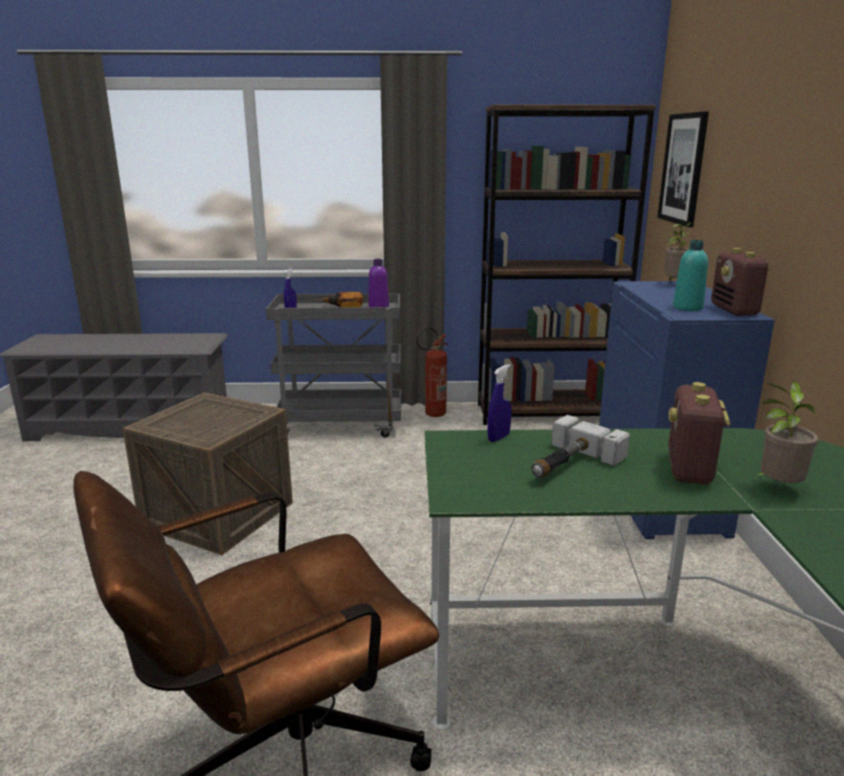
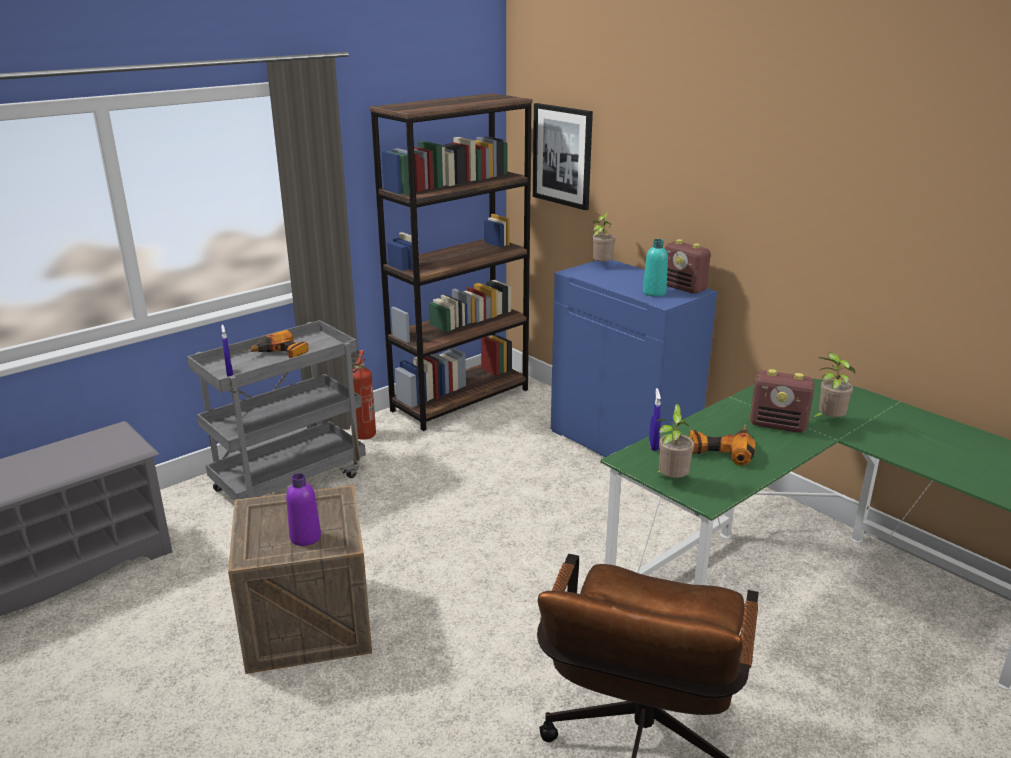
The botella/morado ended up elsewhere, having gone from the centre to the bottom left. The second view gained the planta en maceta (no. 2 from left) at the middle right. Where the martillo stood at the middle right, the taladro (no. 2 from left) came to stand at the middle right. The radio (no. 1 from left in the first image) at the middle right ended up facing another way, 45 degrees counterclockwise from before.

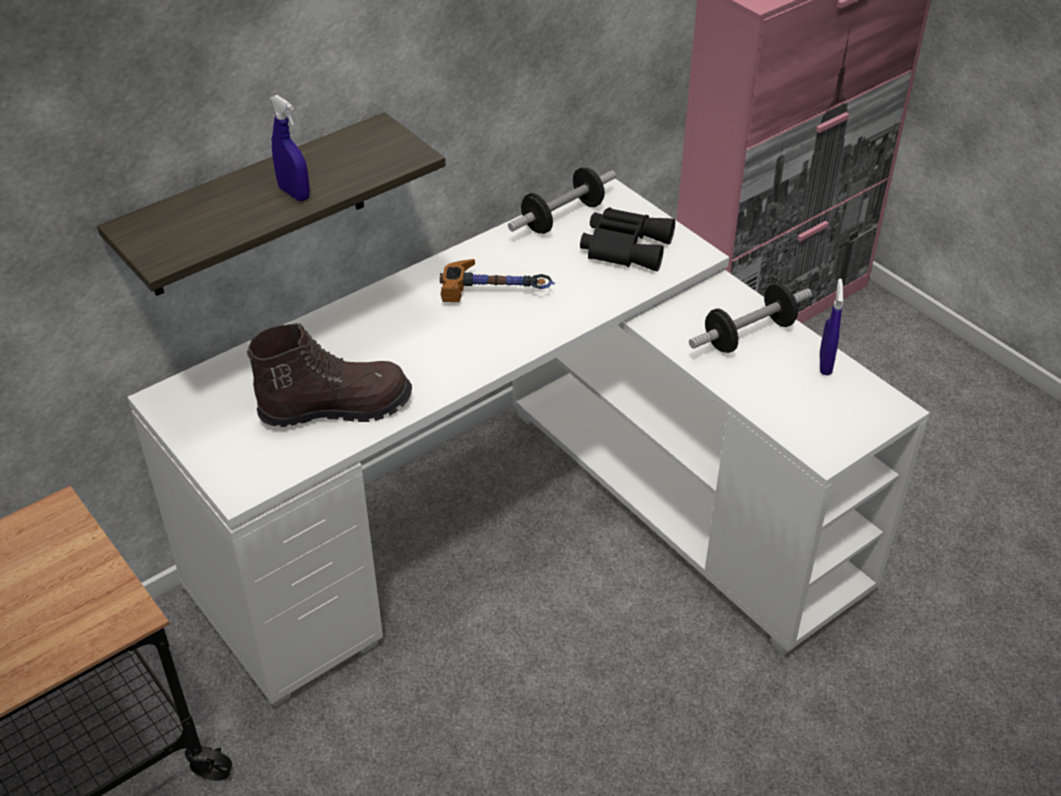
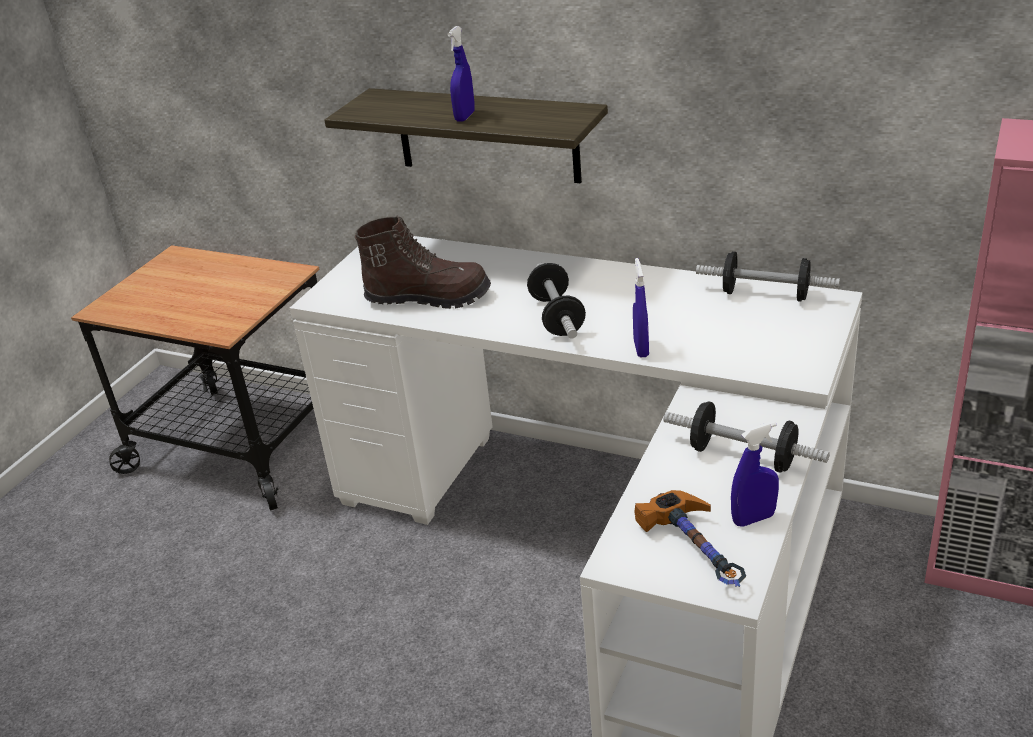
The bota/marrón at the middle left ended up facing another way, 45 degrees counterclockwise from before. The second view gained the mancuerna (no. 1 from left) at the centre. The second view gained the pulverizador/azul (no. 2 from left) at the centre. The martillo ended up elsewhere, having gone from the centre to the bottom right. The second view lost the prismáticos/negro at the top centre.

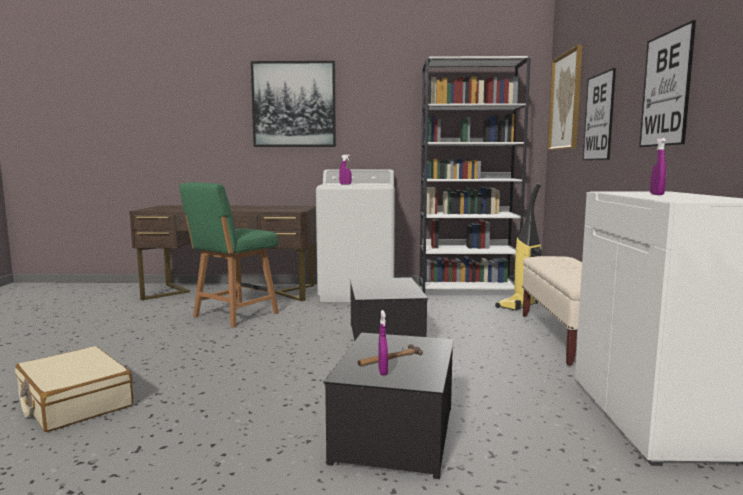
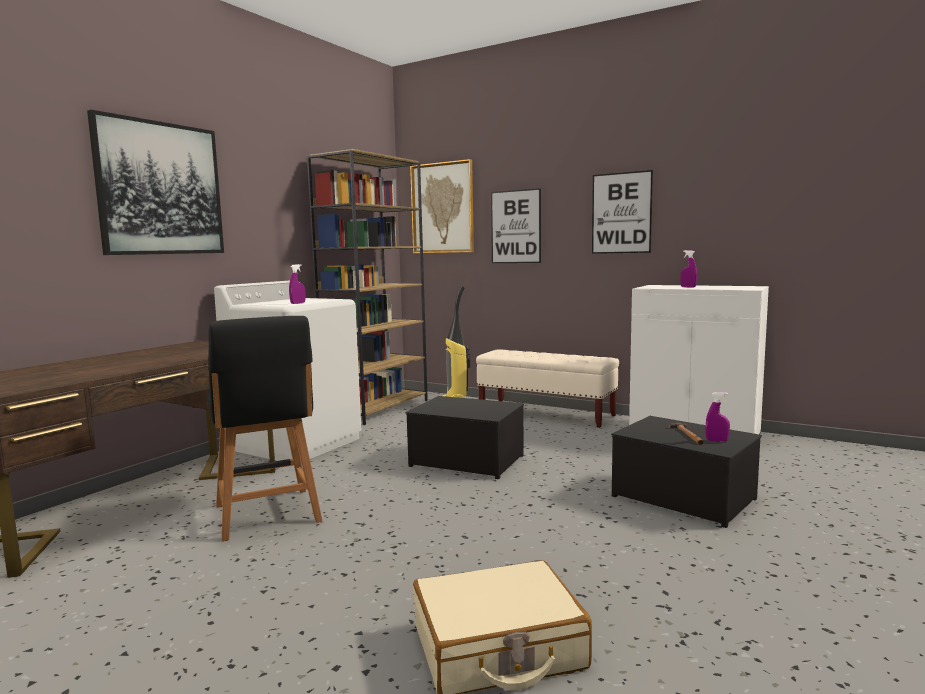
What was the silla/verde at the middle left turned into the silla/negro at the middle left. What was the estantería/blanco at the centre turned into the estantería/marrón at the centre.

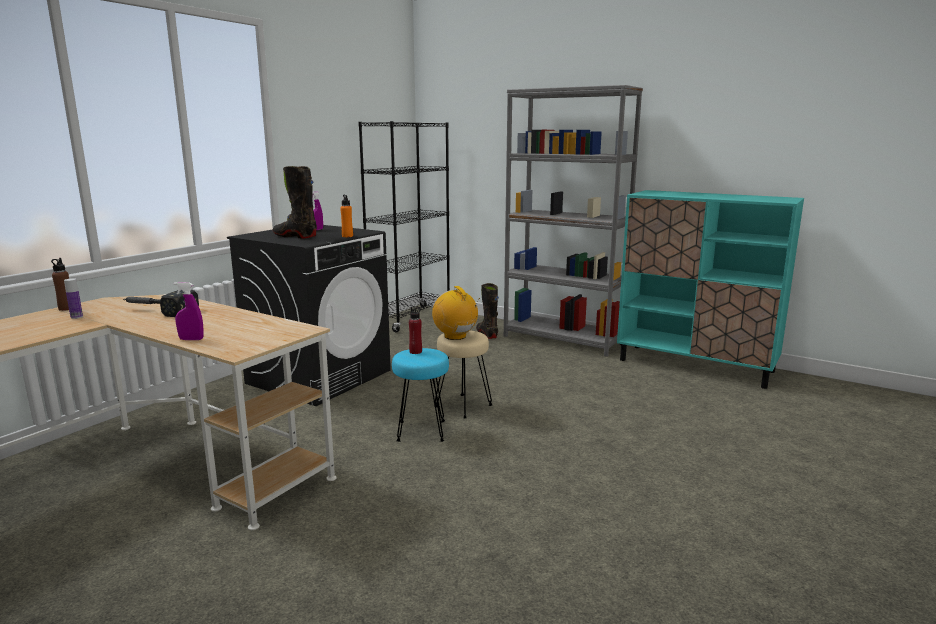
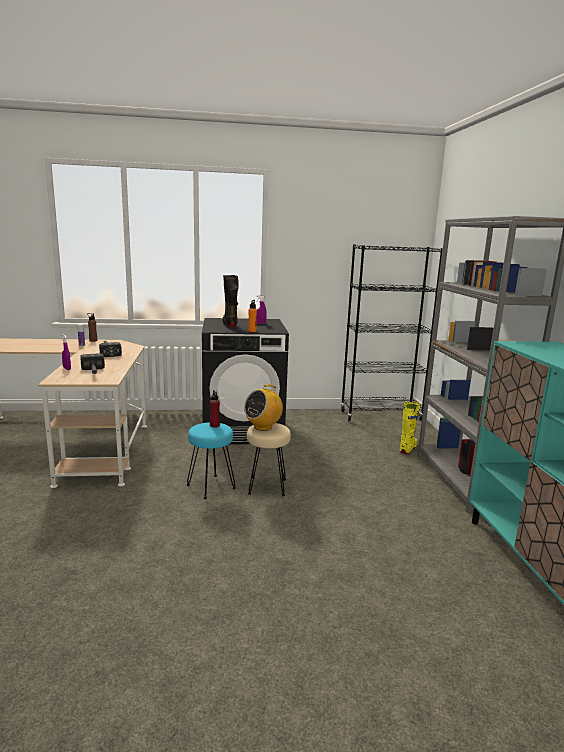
The second view gained the martillo (no. 1 from left) at the middle left. The radio at the centre ended up facing another way, 150 degrees counterclockwise from before. What was the bota/negro (no. 2 from left) at the centre turned into the bota/amarillo at the middle right.

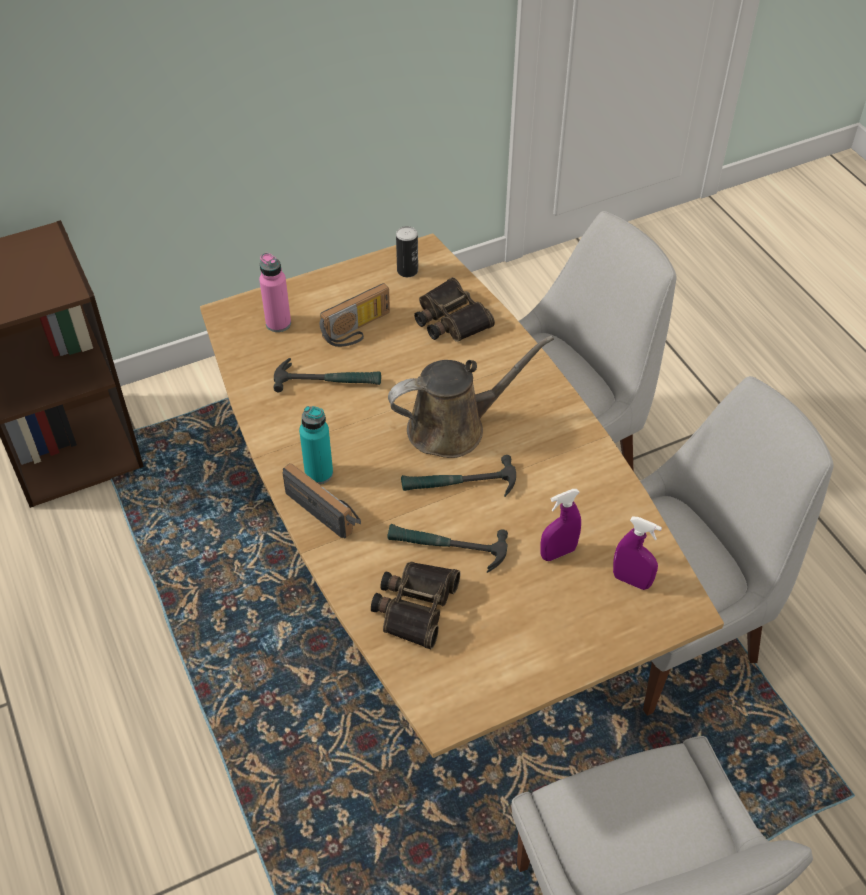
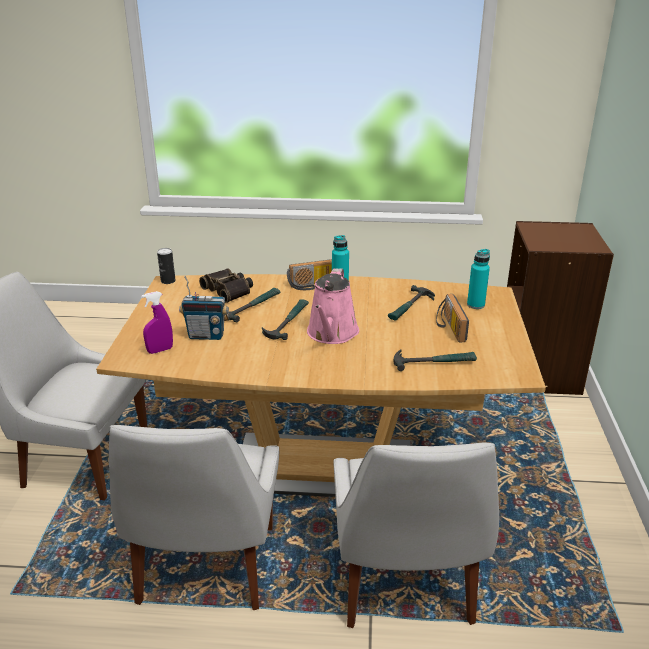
The lata ended up elsewhere, having gone from the top centre to the middle left. Where the pulverizador/morado (no. 1 from left) stood at the centre, the radio (no. 1 from left) came to stand at the middle left. What was the regadera/marrón at the centre turned into the regadera/rosa at the centre. Where the prismáticos (no. 2 from left) stood at the centre, the martillo (no. 4 from left) came to stand at the middle right. What was the botella/rosa at the top left turned into the botella/turquesa (no. 2 from left) at the middle right.

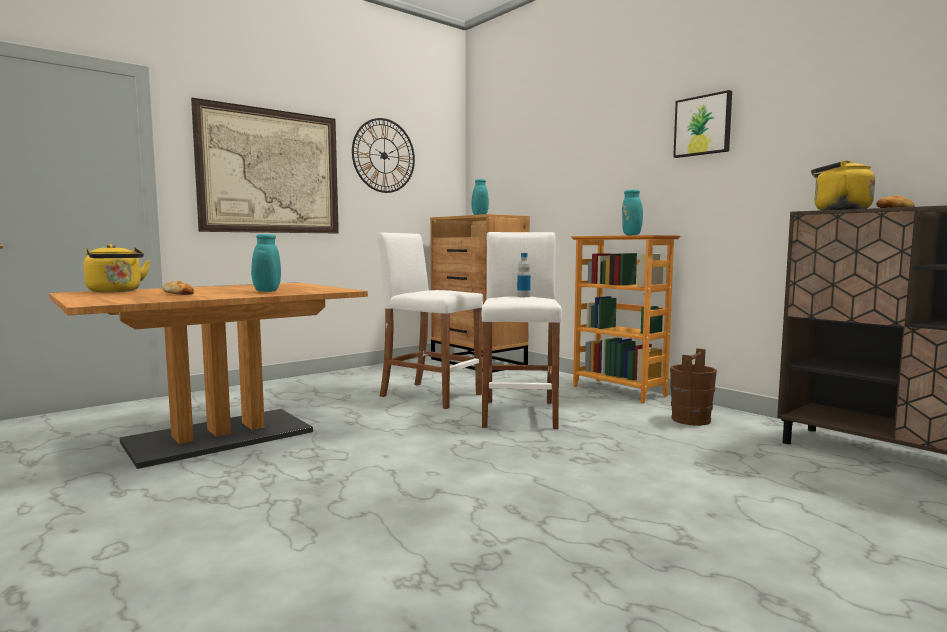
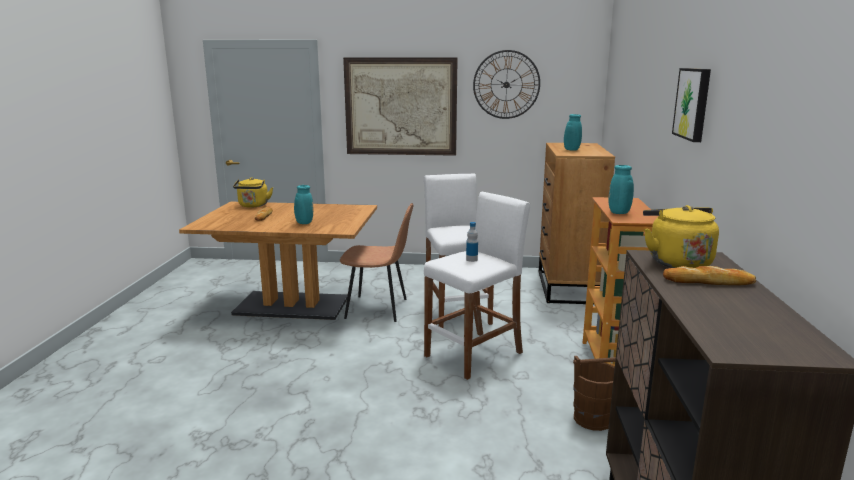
The second view gained the silla/marrón at the centre.

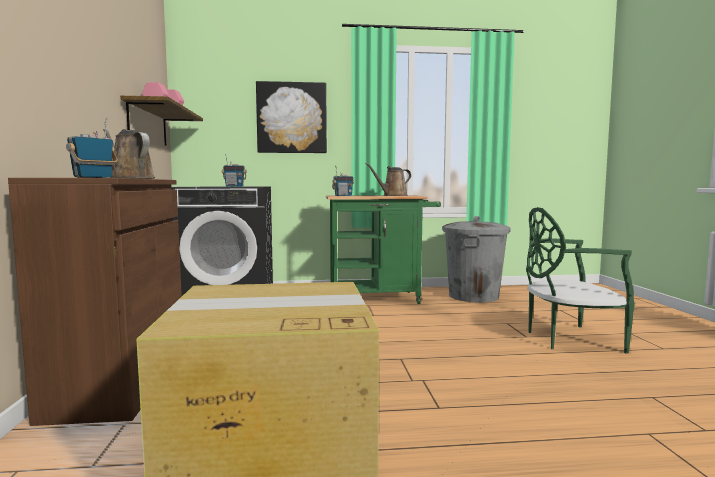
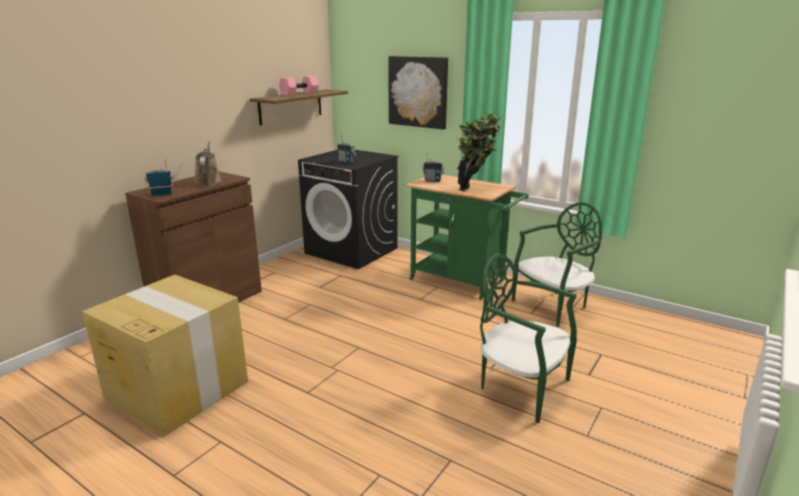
Where the regadera/marrón (no. 2 from left) stood at the centre, the planta en maceta came to stand at the top centre. Where the papelera/gris stood at the centre, the silla/verde (no. 2 from left) came to stand at the middle right.

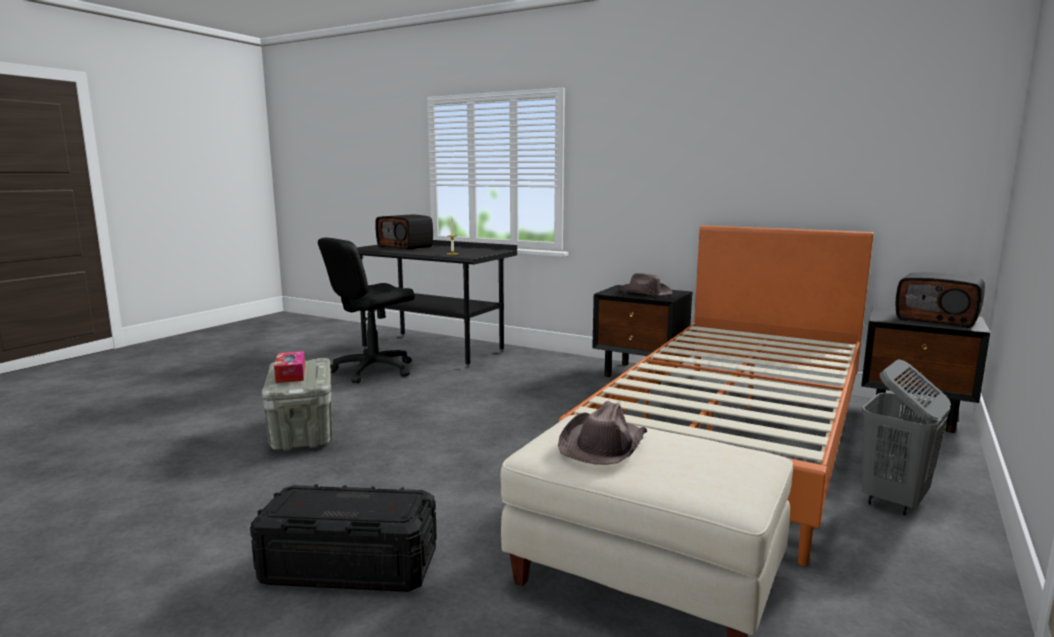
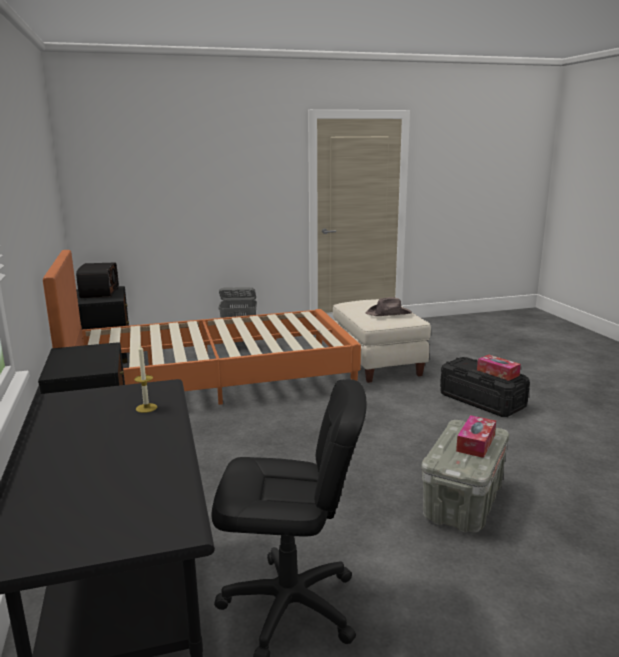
The second view gained the caja de pañuelos (no. 2 from left) at the middle right. The second view lost the radio (no. 1 from left) at the centre. The second view lost the sombrero/marrón (no. 2 from left) at the centre.

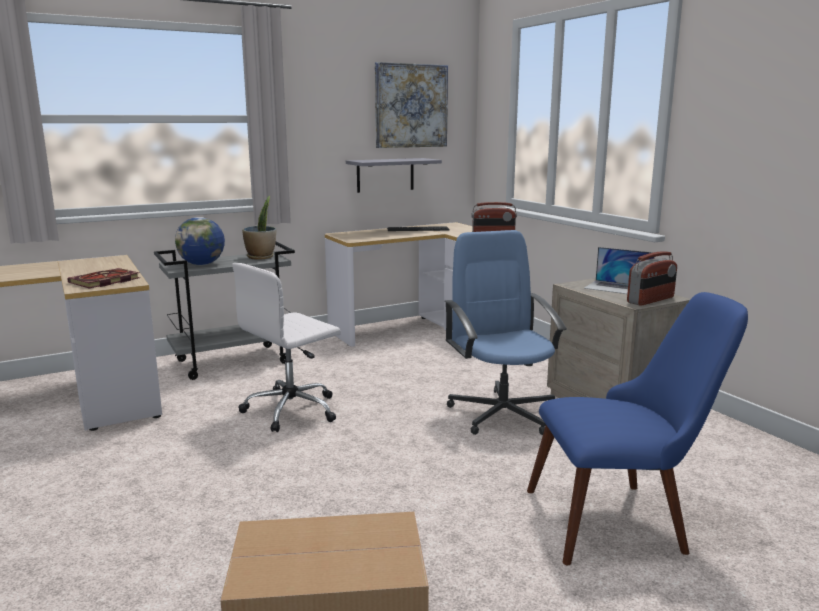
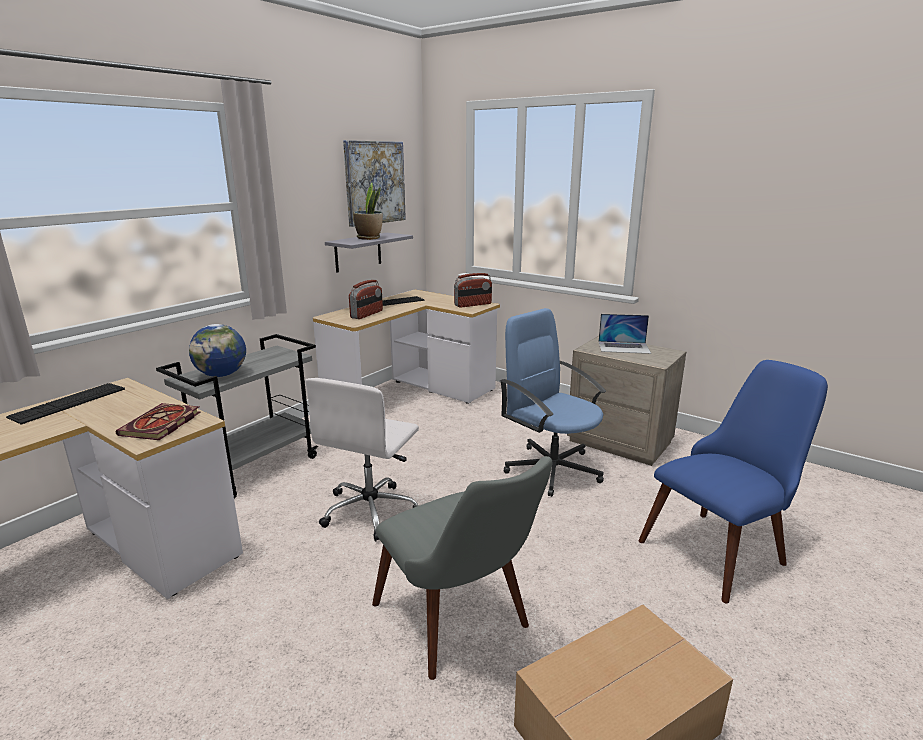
The second view gained the teclado (no. 1 from left) at the middle left. The radio (no. 2 from left in the first image) ended up elsewhere, having gone from the middle right to the centre. The planta en maceta ended up elsewhere, having gone from the middle left to the top centre. The second view gained the silla/gris at the bottom centre.

